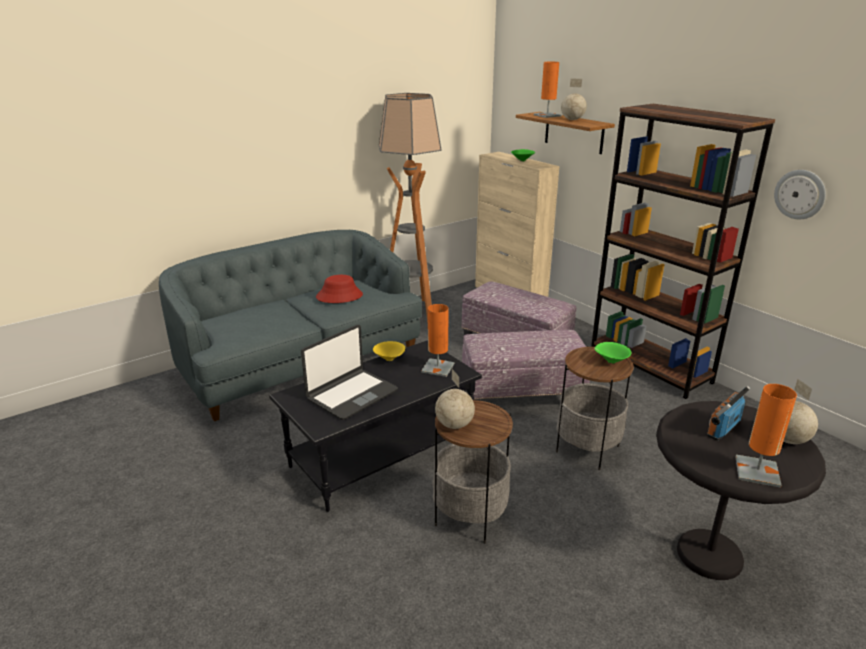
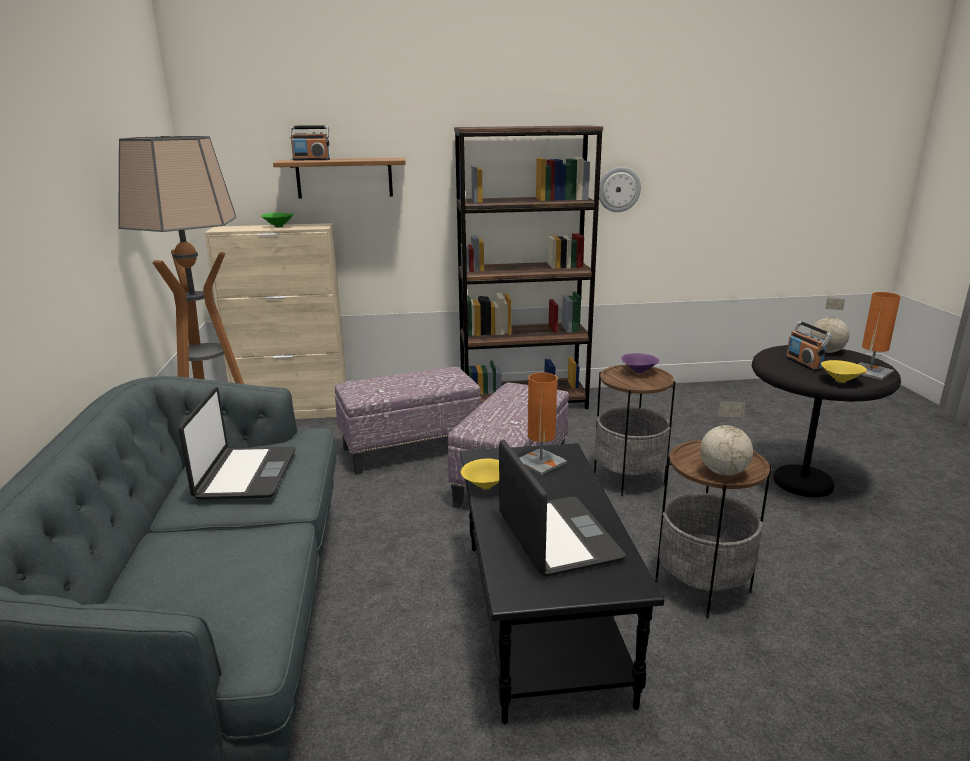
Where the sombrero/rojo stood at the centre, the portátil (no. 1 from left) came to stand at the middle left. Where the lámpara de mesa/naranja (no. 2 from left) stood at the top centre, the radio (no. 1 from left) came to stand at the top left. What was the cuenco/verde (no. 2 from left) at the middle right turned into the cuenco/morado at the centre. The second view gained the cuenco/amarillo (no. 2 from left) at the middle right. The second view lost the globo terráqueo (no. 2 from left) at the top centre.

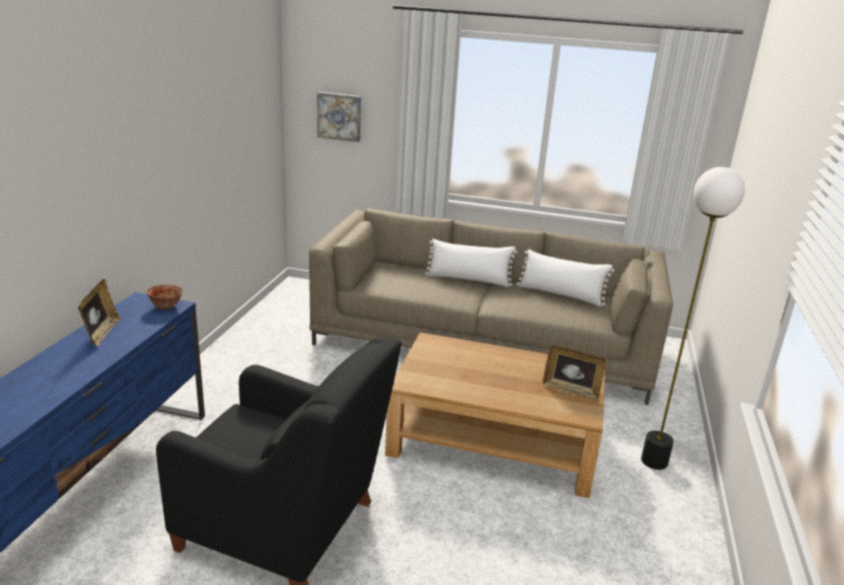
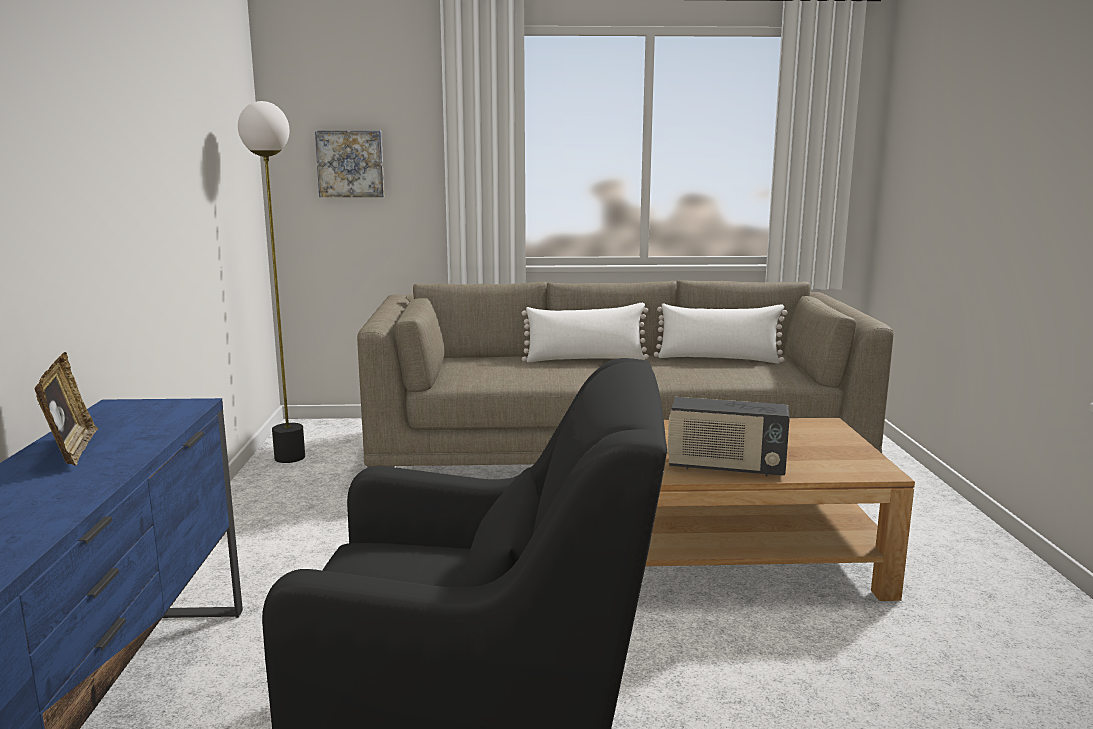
The lámpara de pie ended up elsewhere, having gone from the middle right to the middle left. The second view gained the radio at the centre. The second view lost the cuenco at the middle left. The second view lost the portarretratos (no. 2 from left) at the middle right.

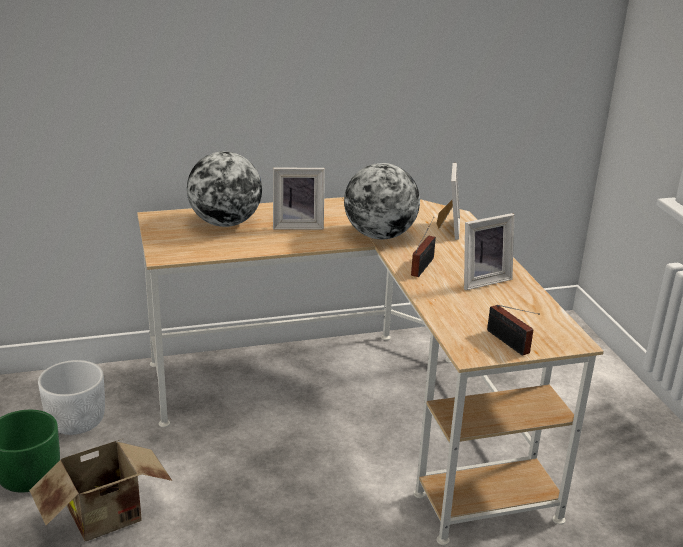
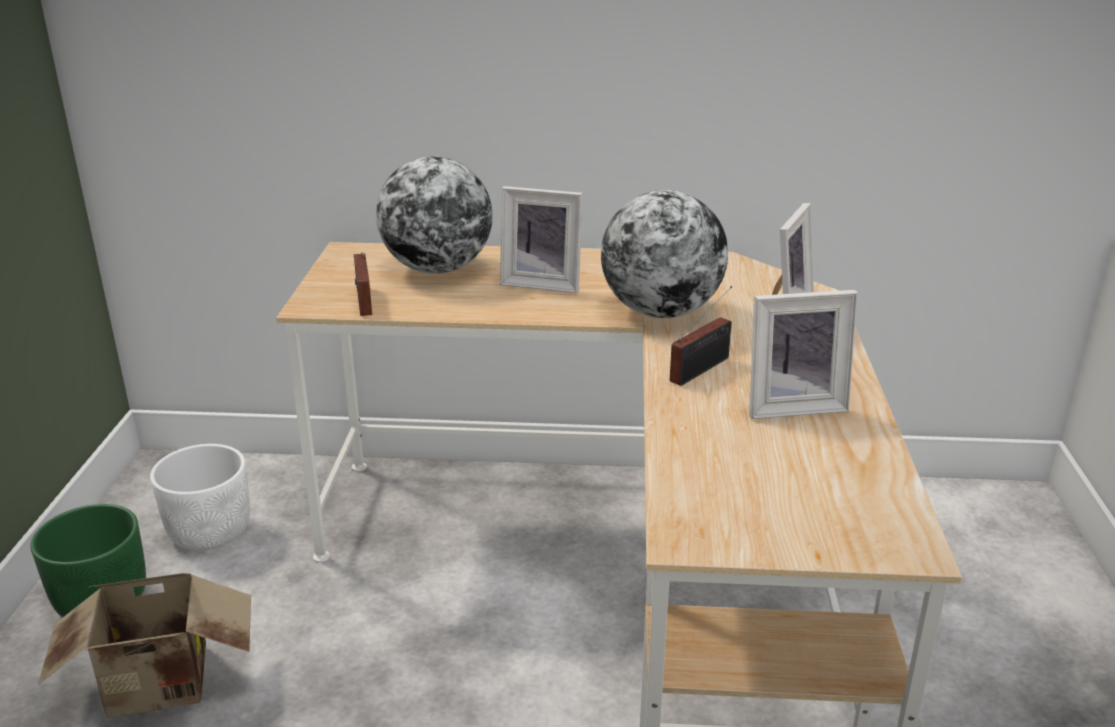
The radio (no. 2 from left in the first image) ended up elsewhere, having gone from the middle right to the middle left.

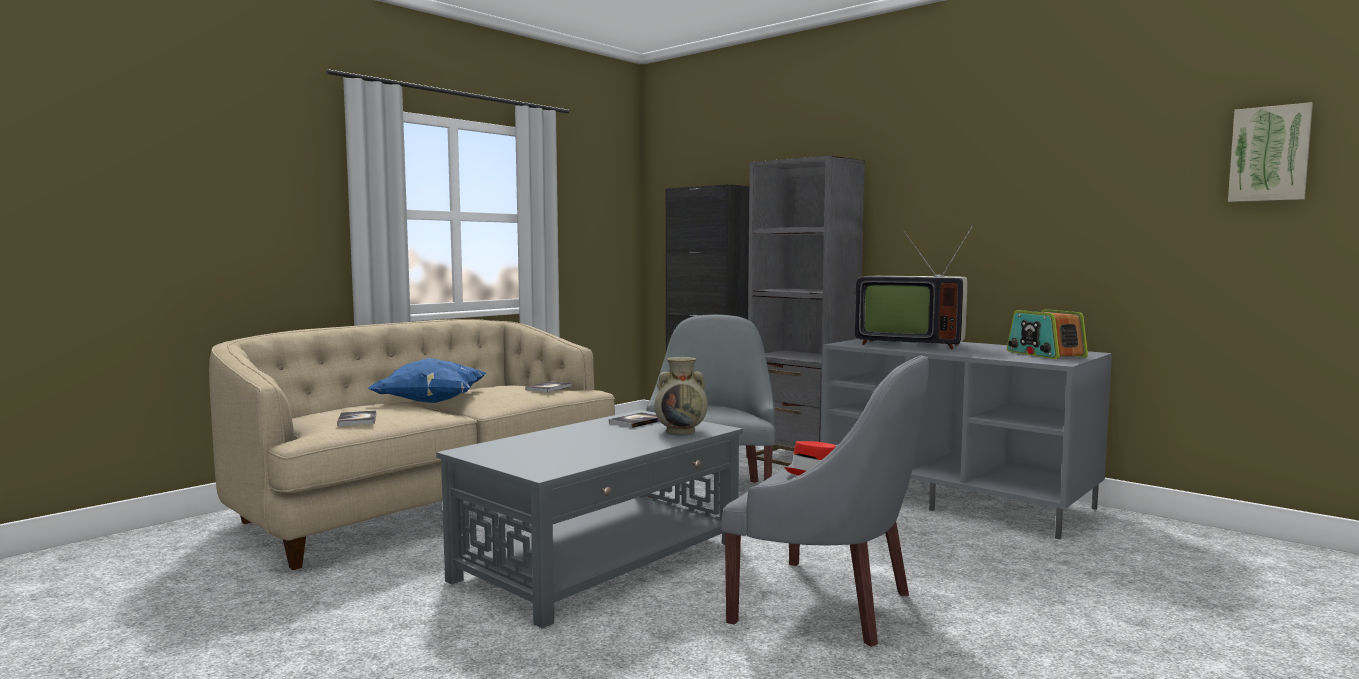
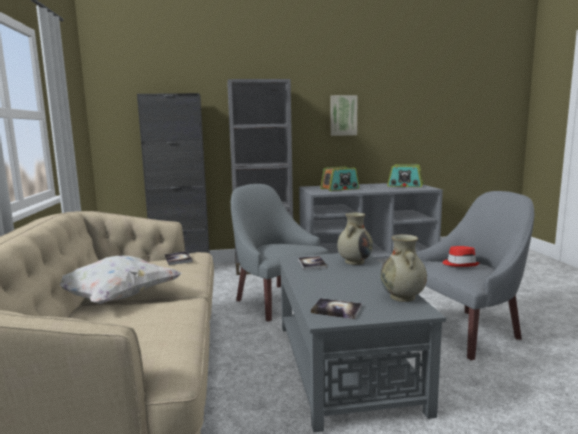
What was the cojín/azul at the middle left turned into the cojín/blanco at the middle left. The libro (no. 1 from left in the first image) ended up elsewhere, having gone from the middle left to the bottom centre. Where the televisor stood at the middle right, the radio (no. 1 from left) came to stand at the centre. The cuadro ended up elsewhere, having gone from the top right to the top centre. The second view gained the florero/beis (no. 2 from left) at the middle right.

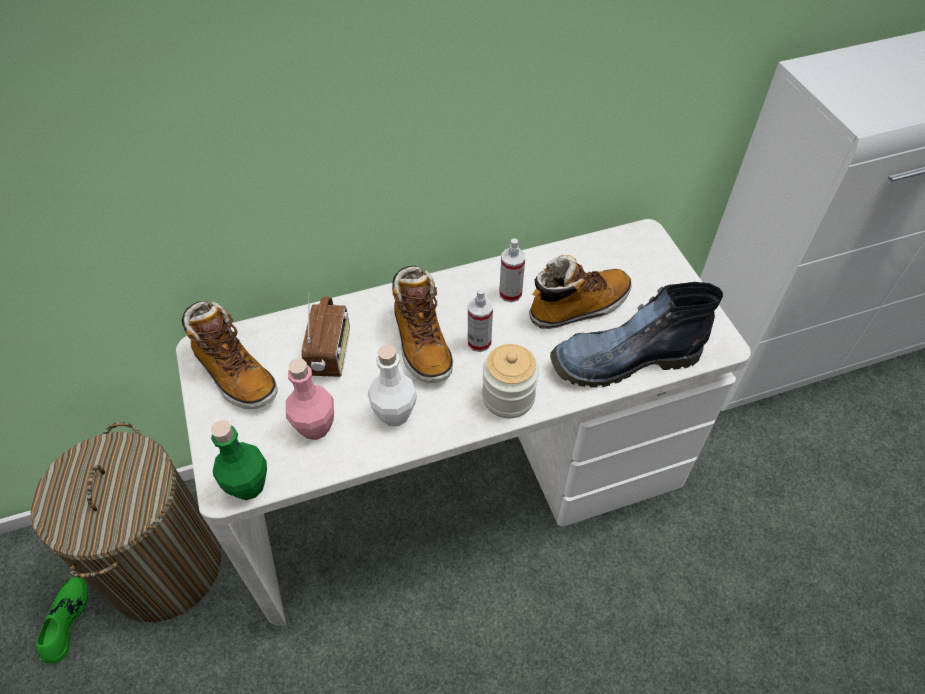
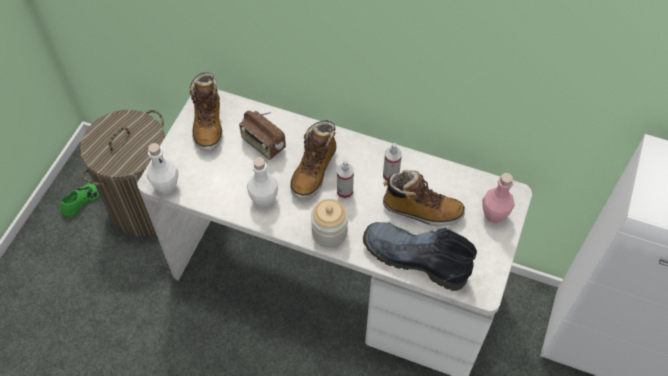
What was the botella/verde at the middle left turned into the botella/blanco (no. 1 from left) at the middle left. The radio at the centre ended up facing another way, 90 degrees clockwise from before. The botella/rosa ended up elsewhere, having gone from the centre to the middle right.

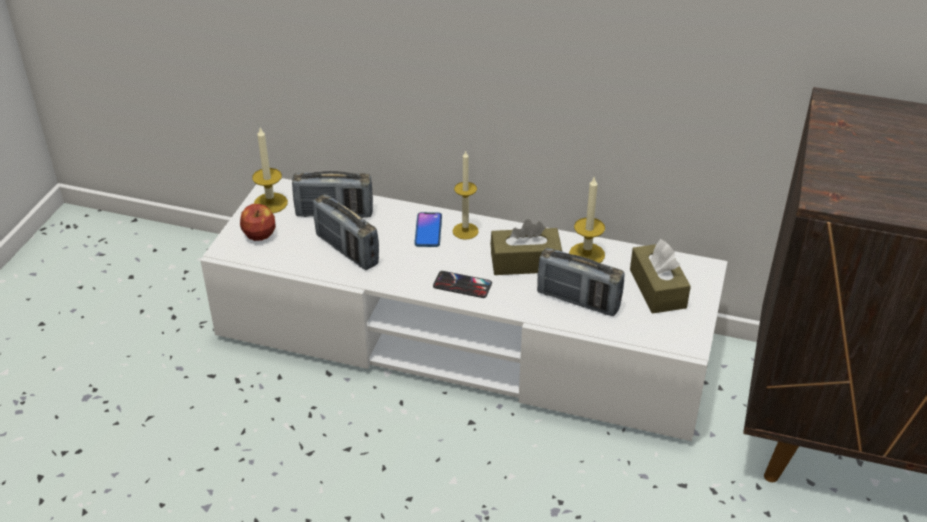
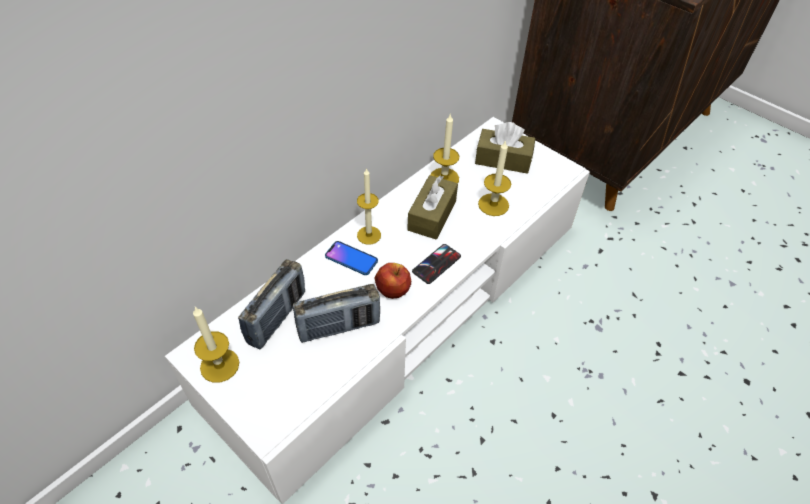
The manzana ended up elsewhere, having gone from the middle left to the centre. Where the radio (no. 3 from left) stood at the centre, the vela (no. 4 from left) came to stand at the centre.

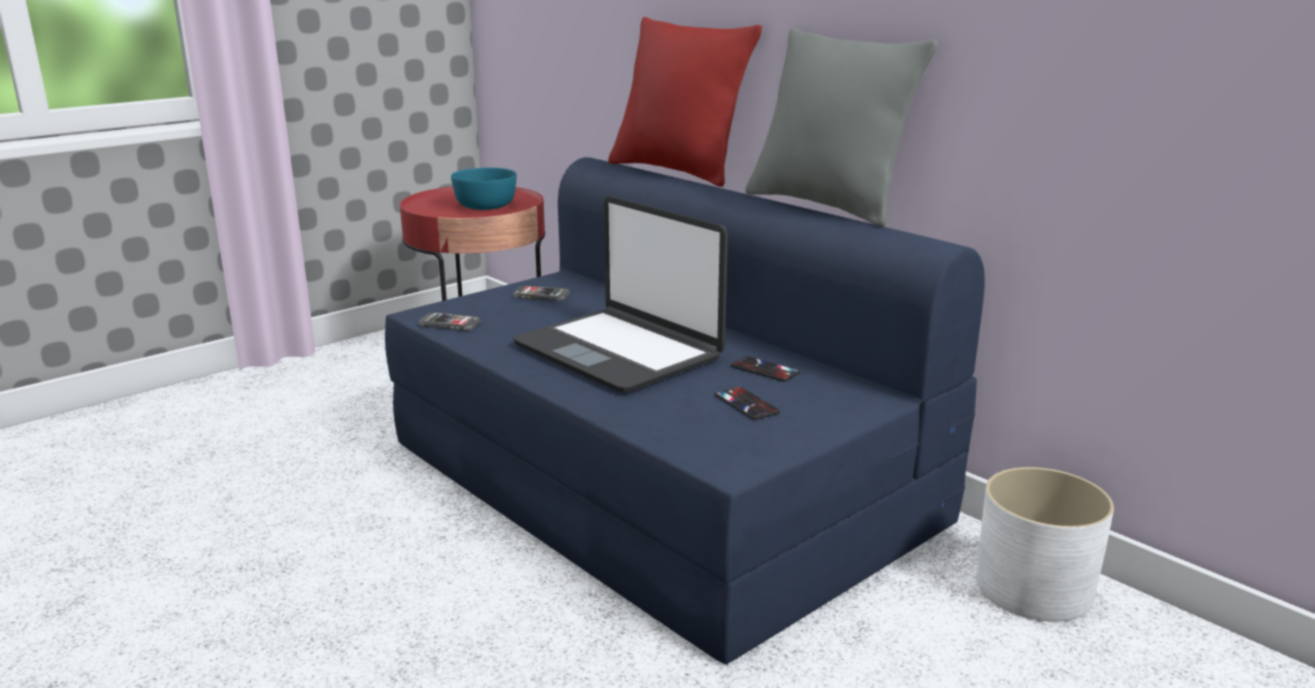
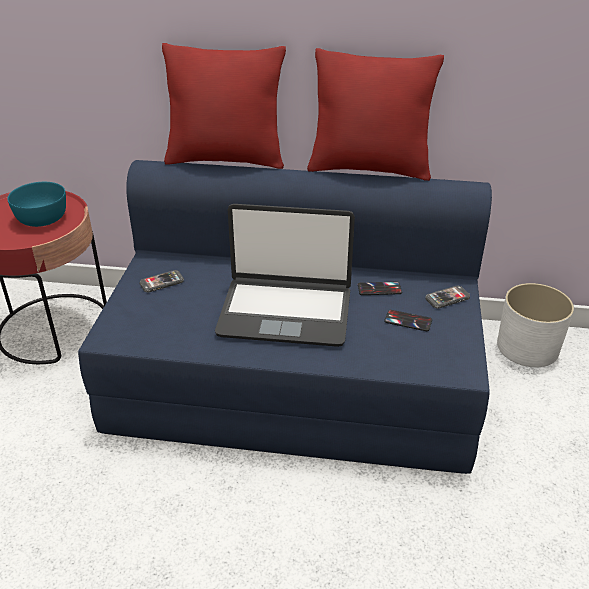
What was the cojín/gris at the top centre turned into the cojín/rojo (no. 2 from left) at the top centre. The móvil (no. 1 from left in the first image) ended up elsewhere, having gone from the centre to the middle right.

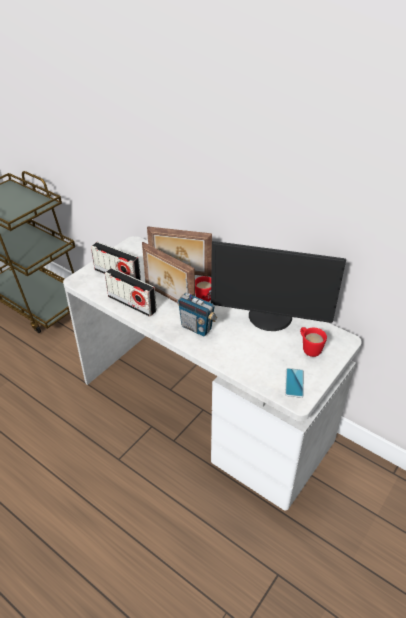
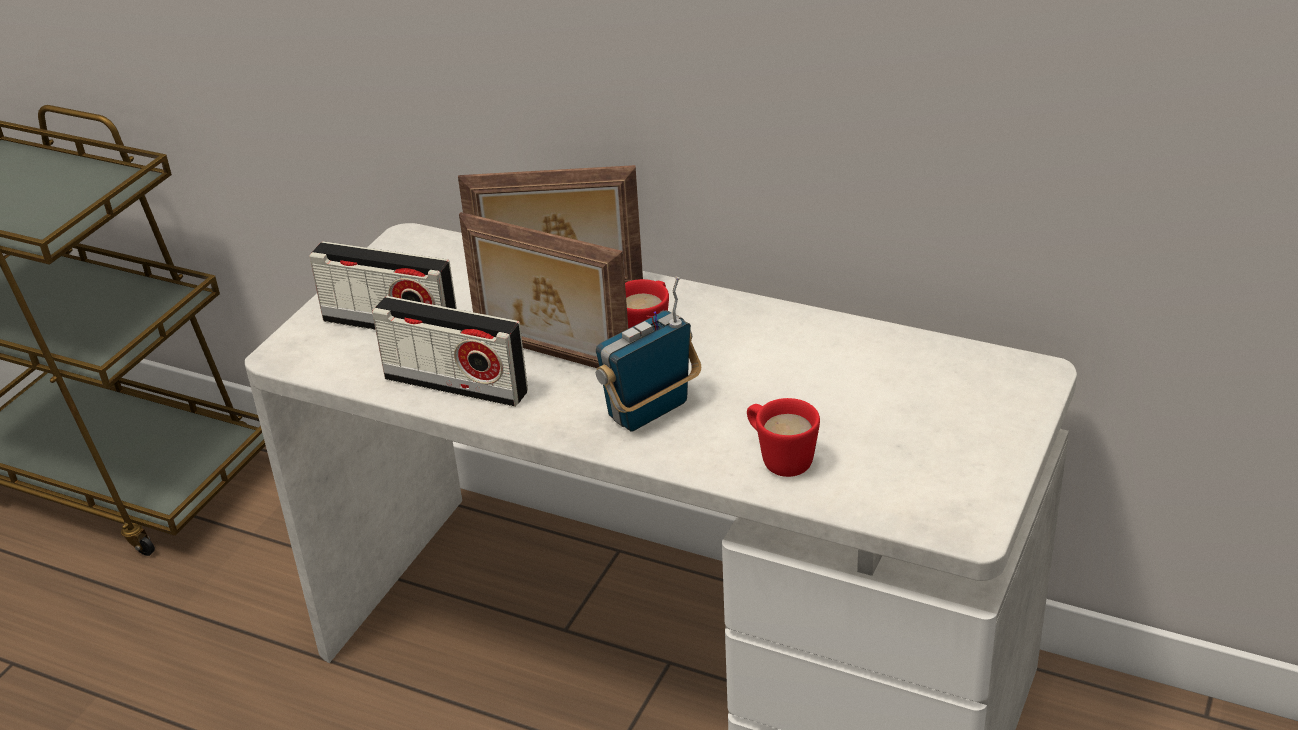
The radio (no. 3 from left) at the centre ended up facing another way, 120 degrees clockwise from before. The taza grande/rojo (no. 2 from left) ended up elsewhere, having gone from the middle right to the centre. The second view lost the monitor at the middle right. The second view lost the móvil at the middle right.

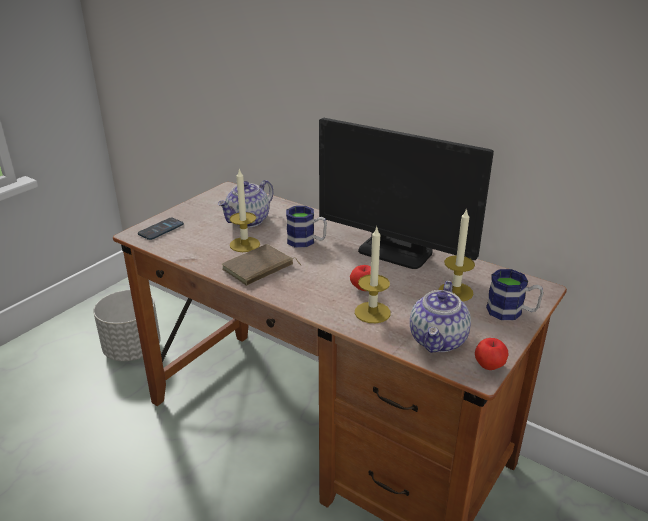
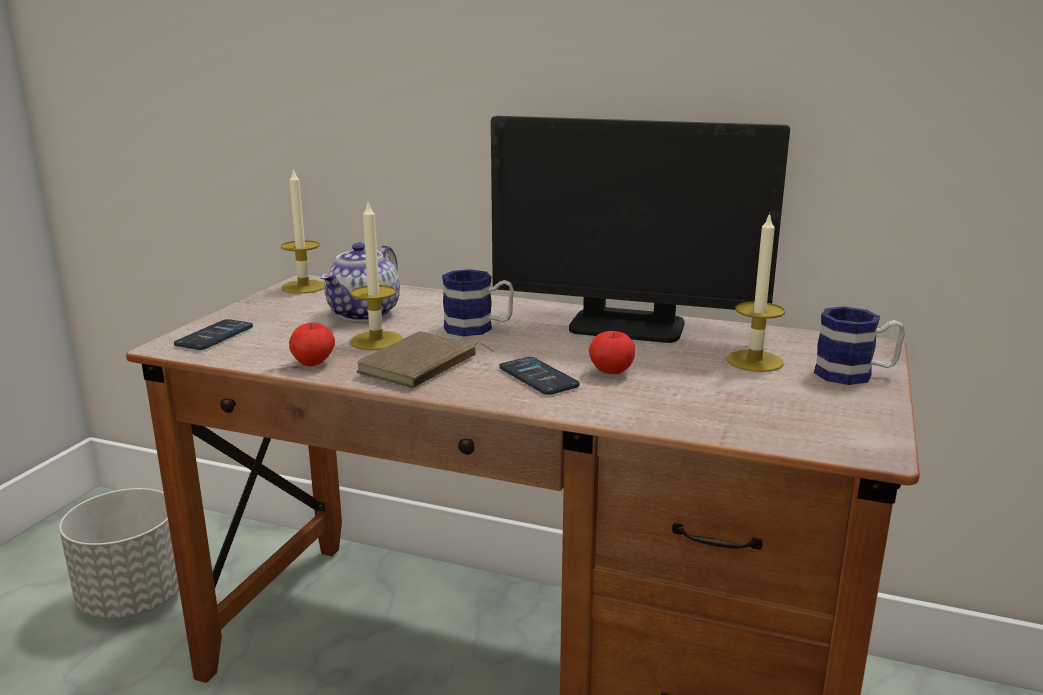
The vela (no. 2 from left in the first image) ended up elsewhere, having gone from the centre to the top left. The manzana (no. 2 from left in the first image) ended up elsewhere, having gone from the bottom right to the middle left. The second view gained the móvil (no. 2 from left) at the centre. The second view lost the tetera (no. 2 from left) at the middle right.

